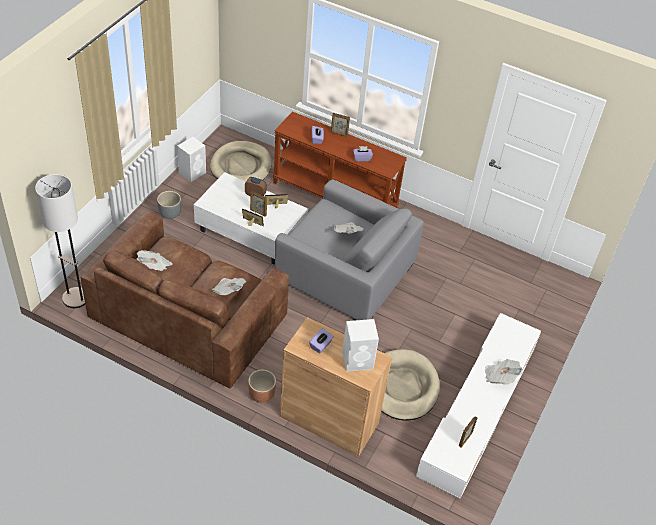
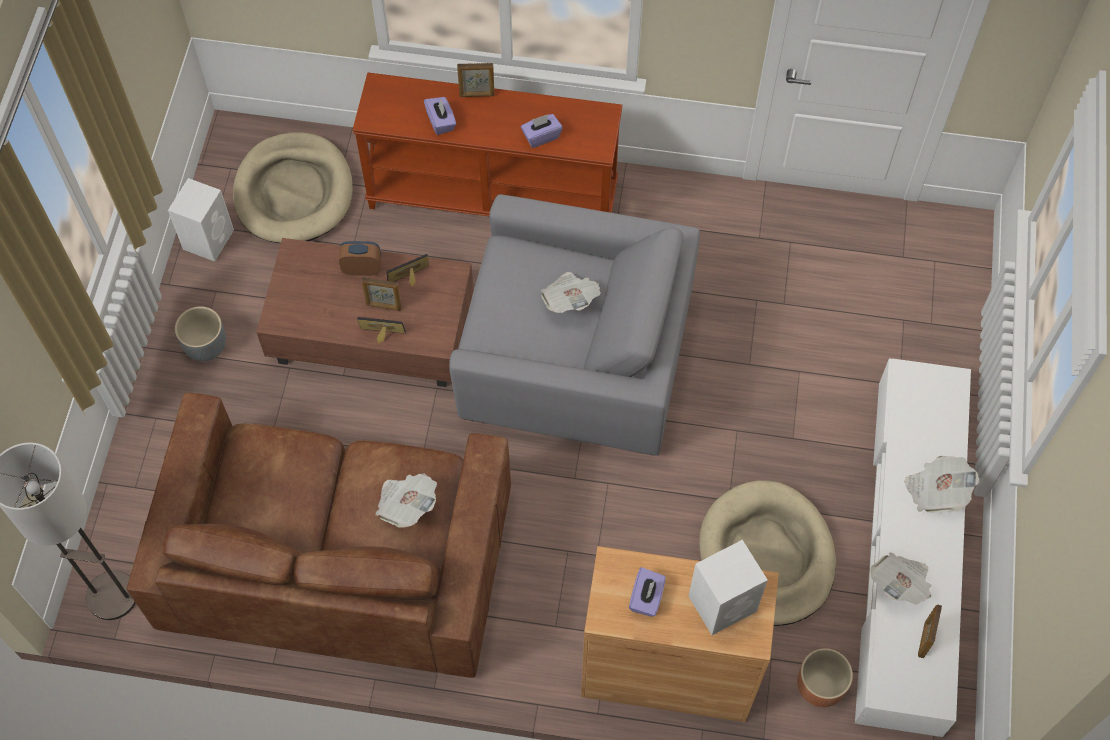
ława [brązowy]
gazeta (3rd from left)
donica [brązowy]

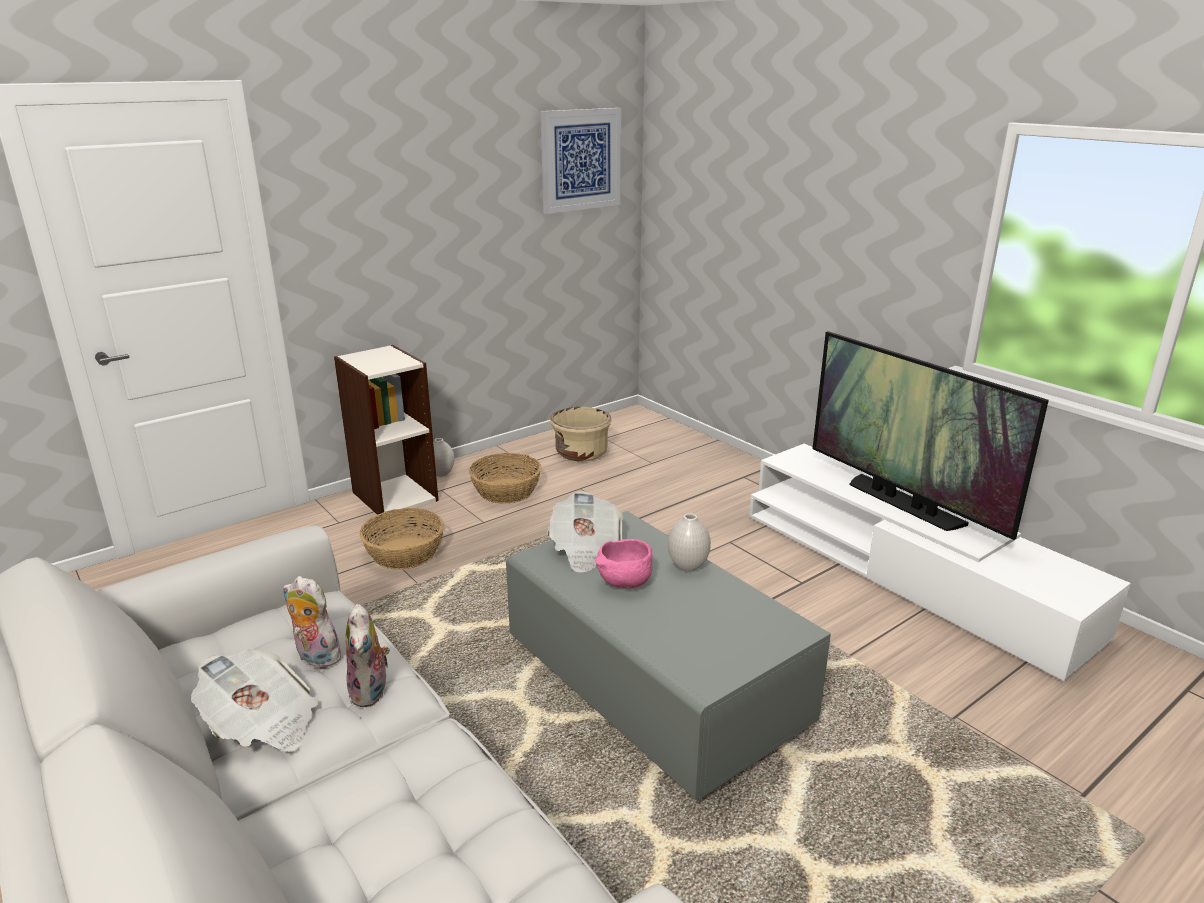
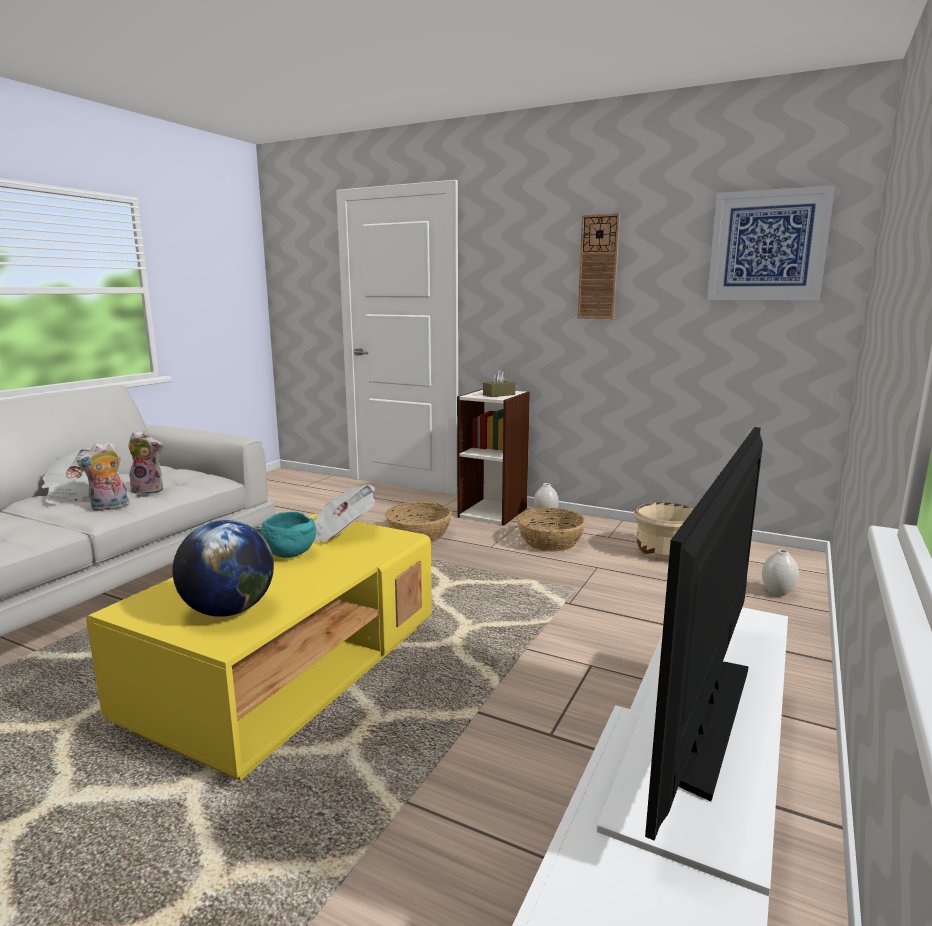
ława [żółty]
wazon [biały] (2nd from left)
miska [turkusowy]
pluszak (2nd from left)
zegar ścienny
pudełko chusteczek [brązowy]
globus

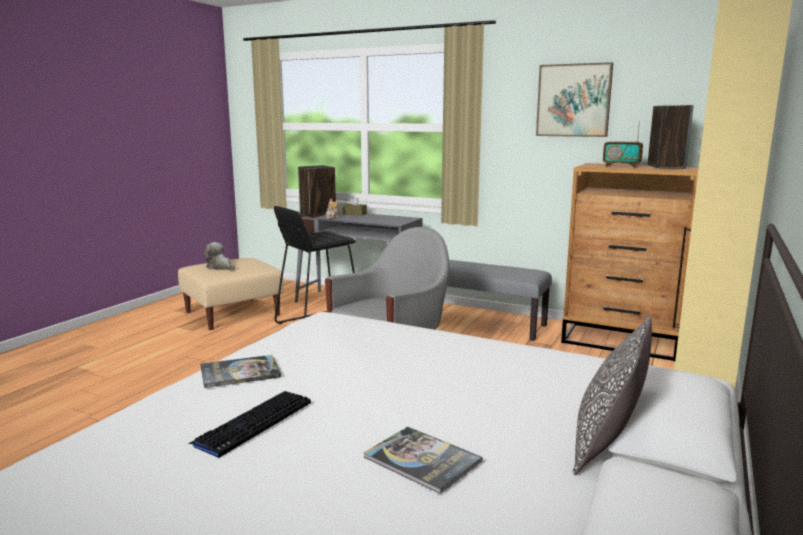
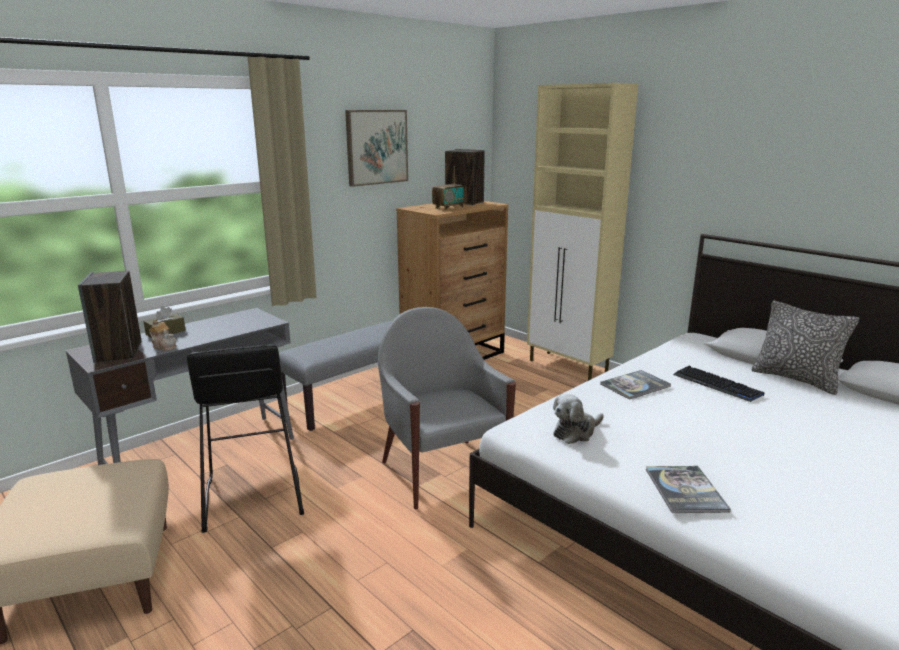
pluszak
klawiatura
książka (1st from left)

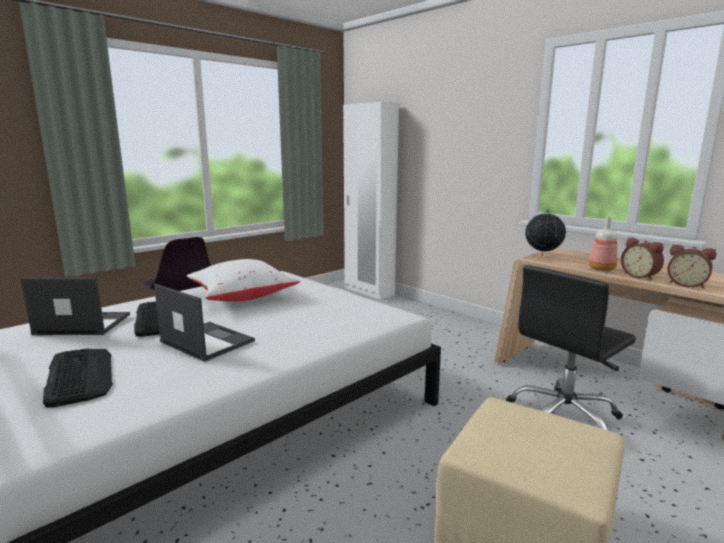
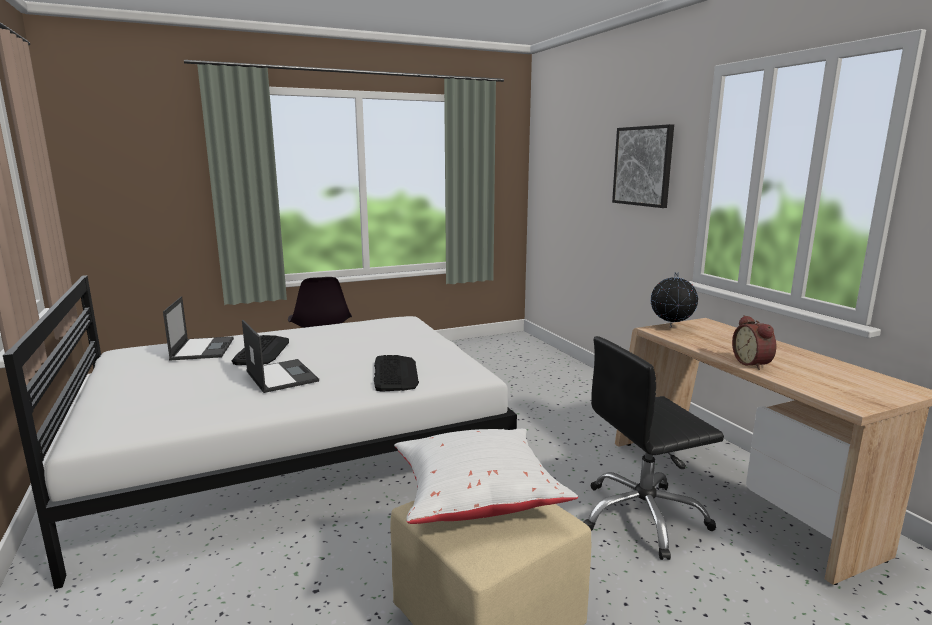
szafa [biały]
butelka
budzik (2nd from left in the first image)
poduszka [biały]
laptop (1st from left)
klawiatura (2nd from left)
obraz

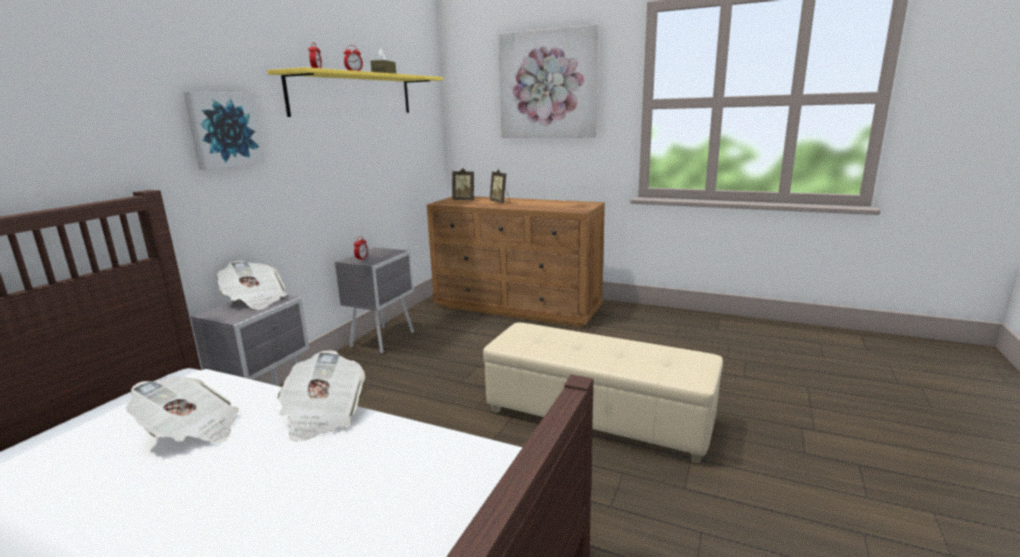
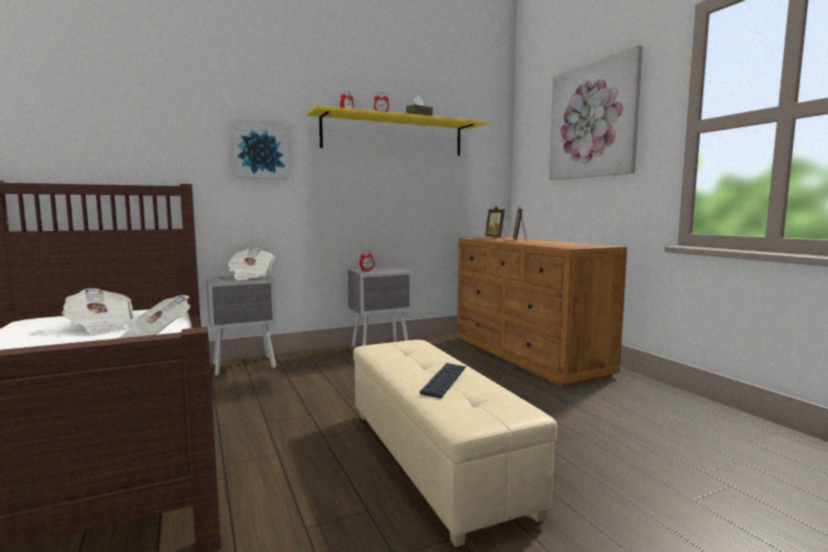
klawiatura

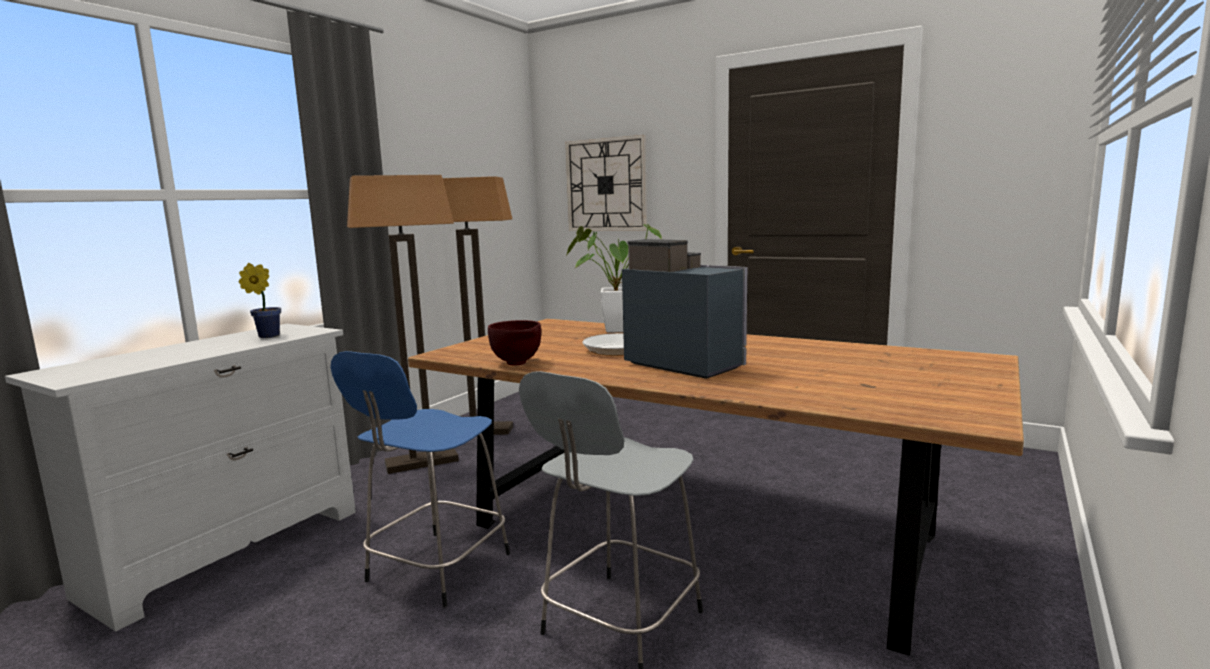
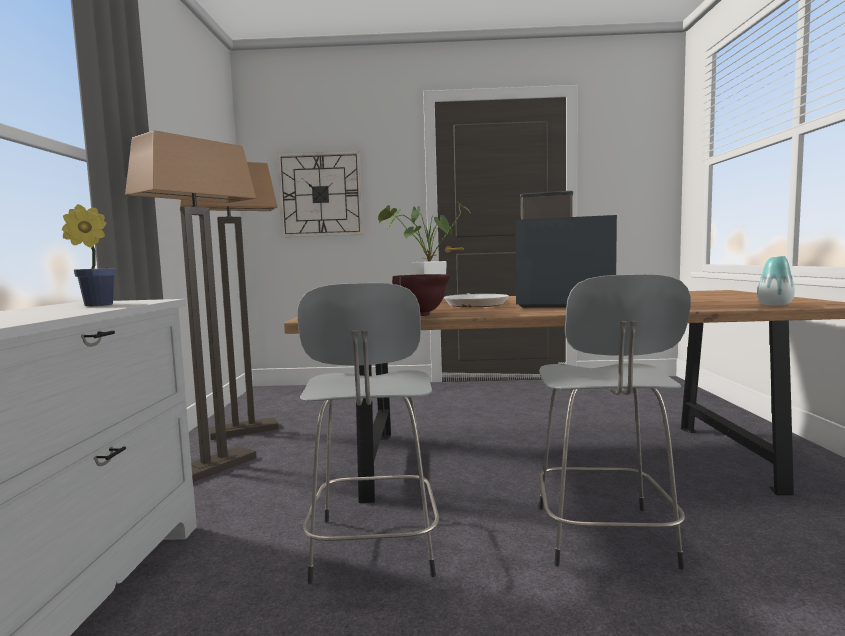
stołek [szary] (1st from left)
wazon

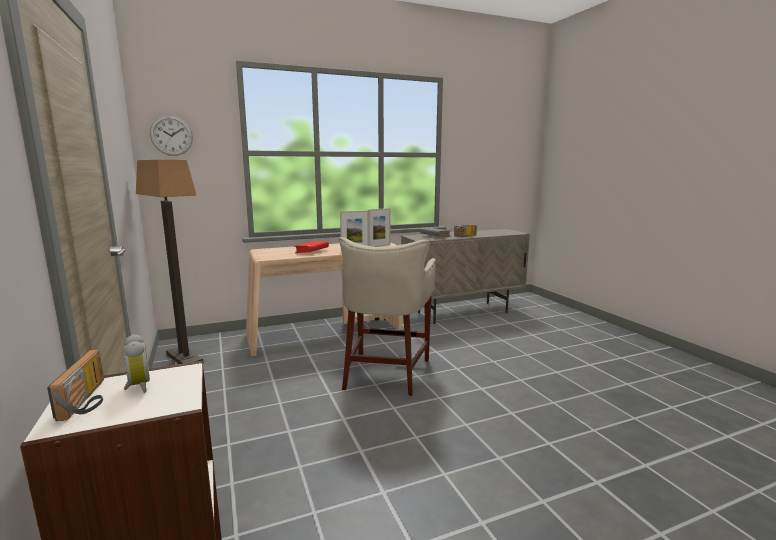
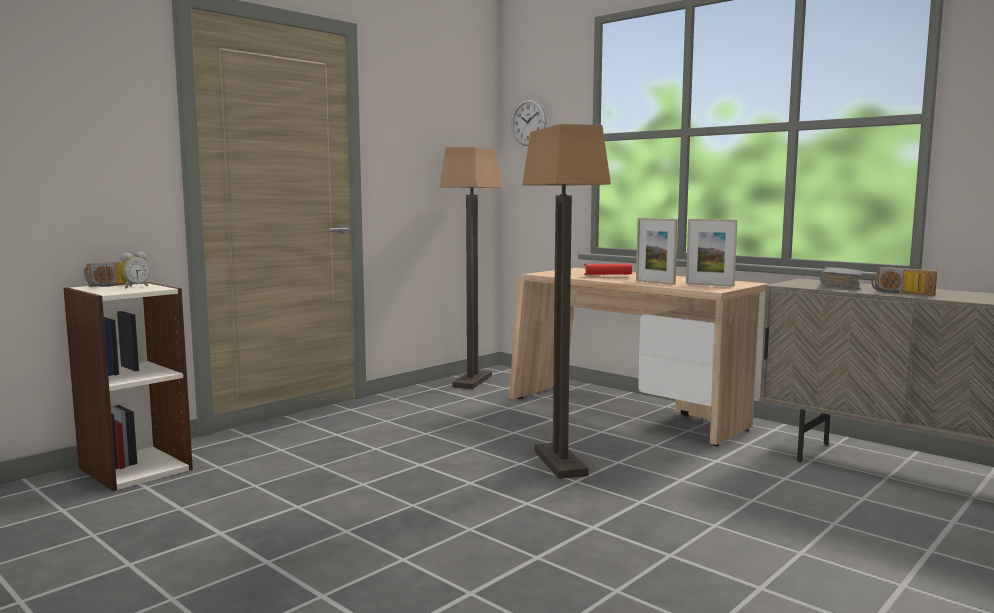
lampa stojąca (2nd from left)

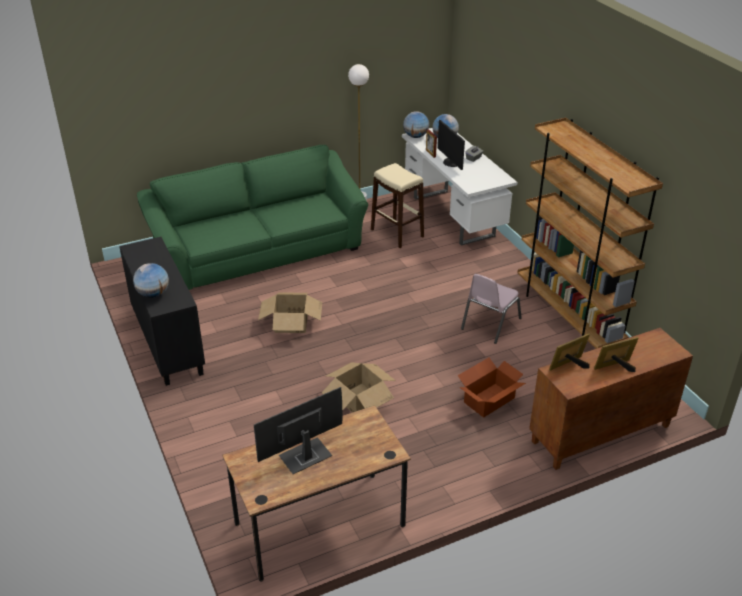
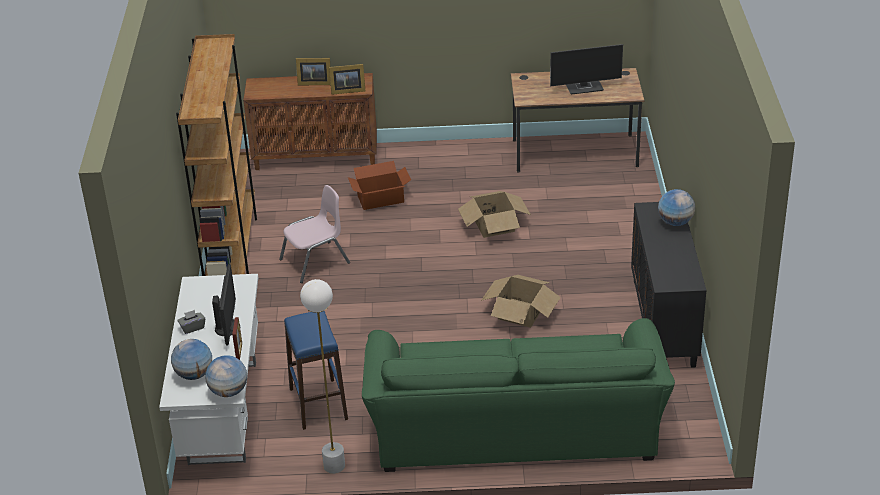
stołek [niebieski]

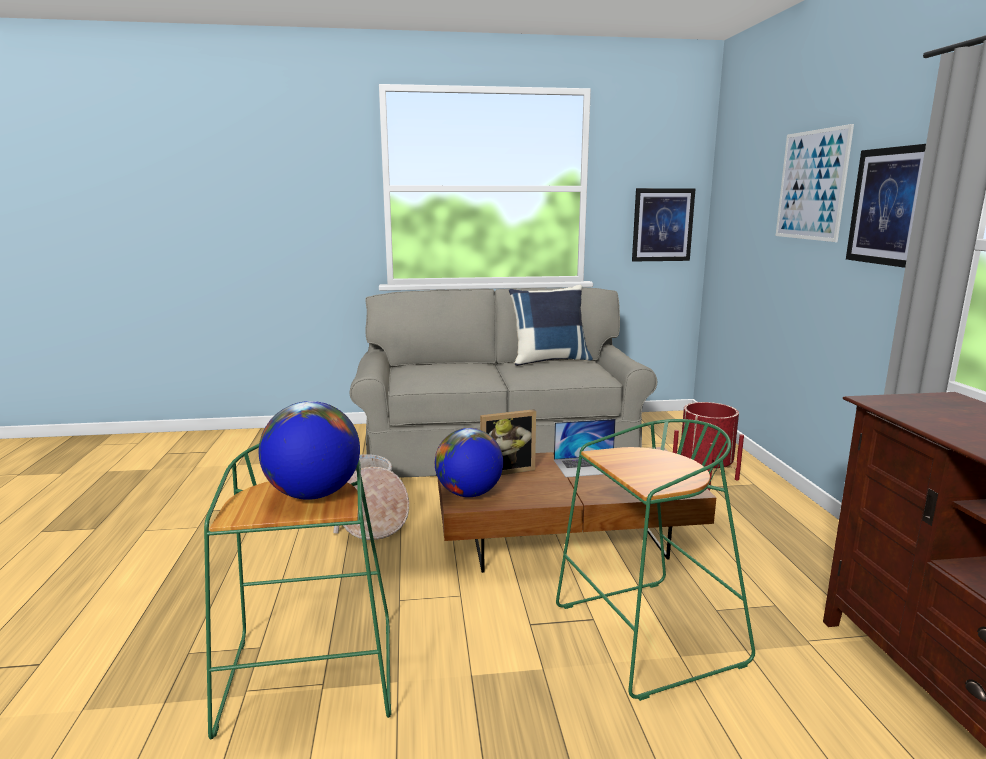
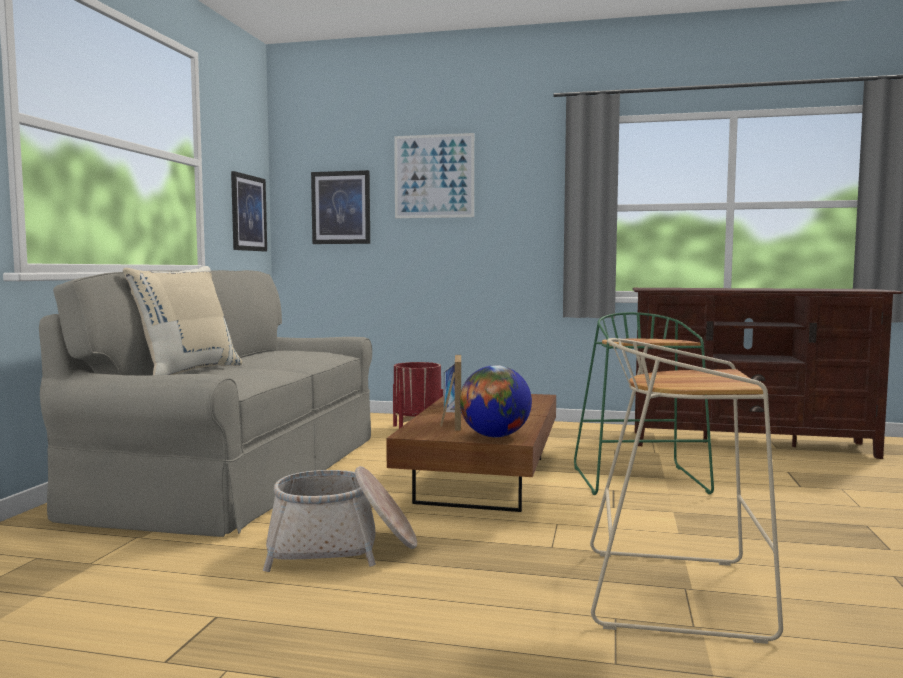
obraz (2nd from left)
poduszka [niebieski]
globus (1st from left in the first image)
stołek [beżowy]
poduszka [beżowy]

